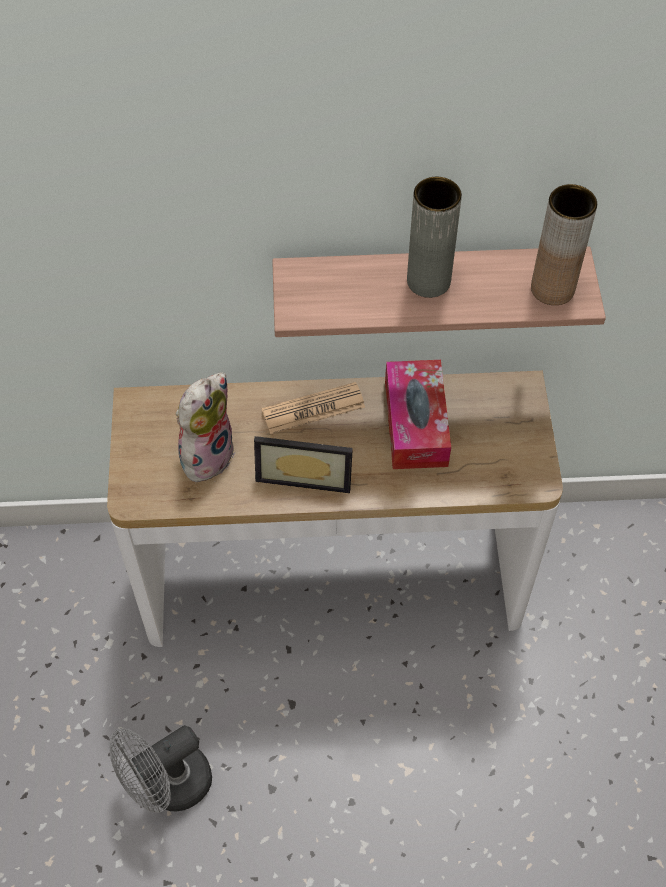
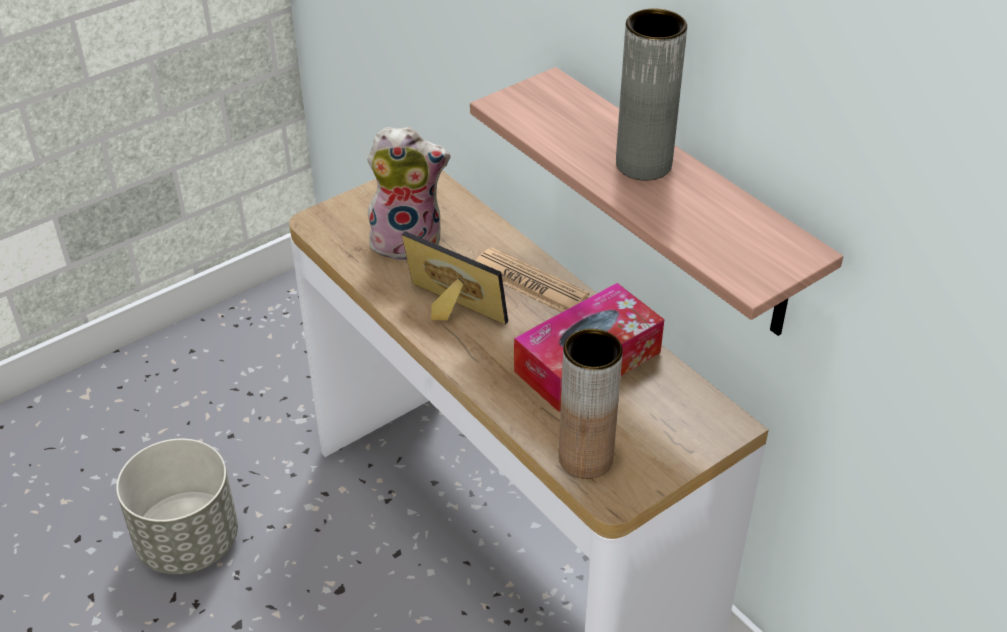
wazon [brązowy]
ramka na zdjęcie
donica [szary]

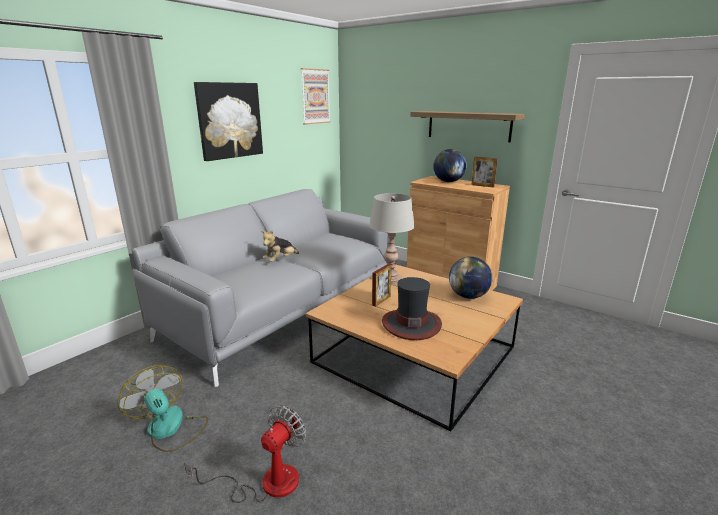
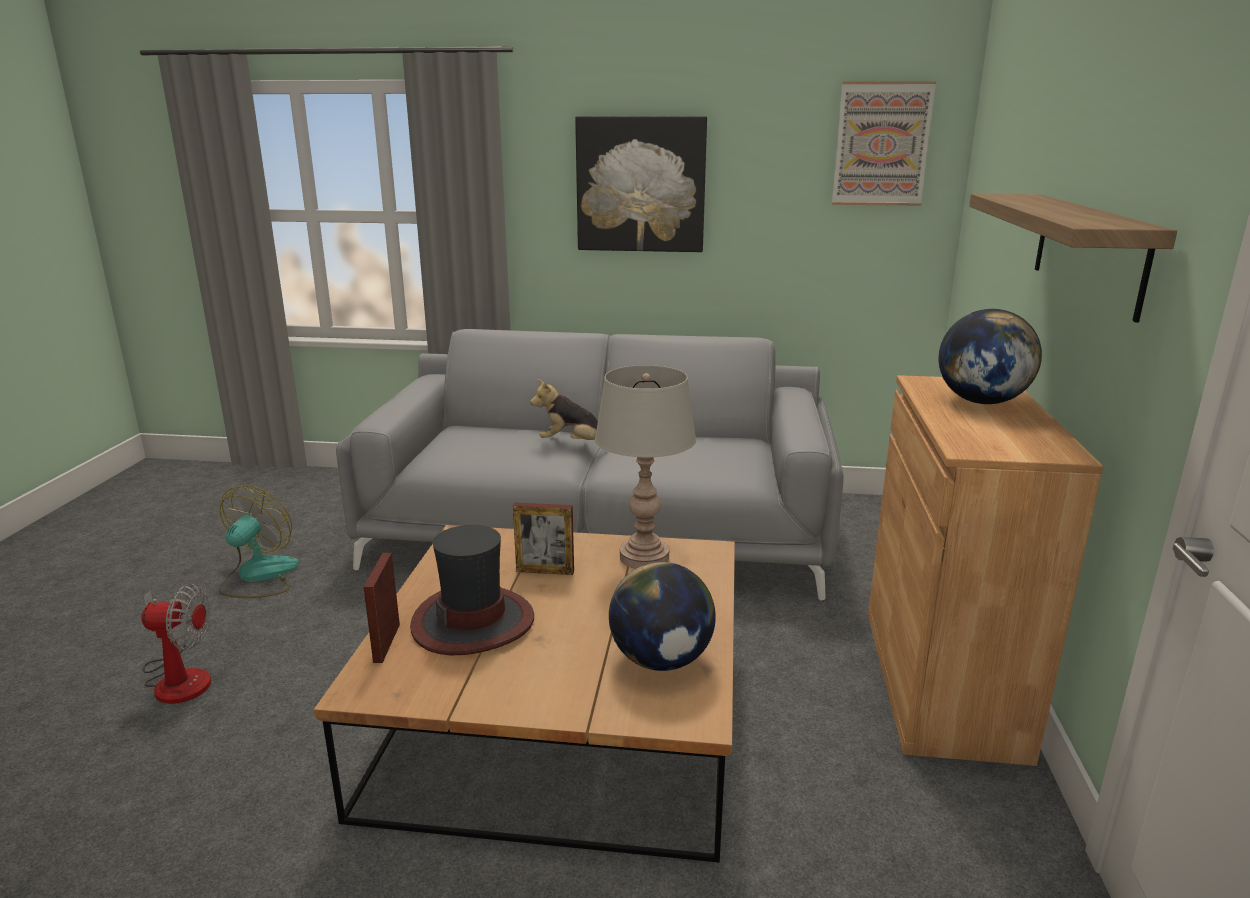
ramka na zdjęcie (1st from left)

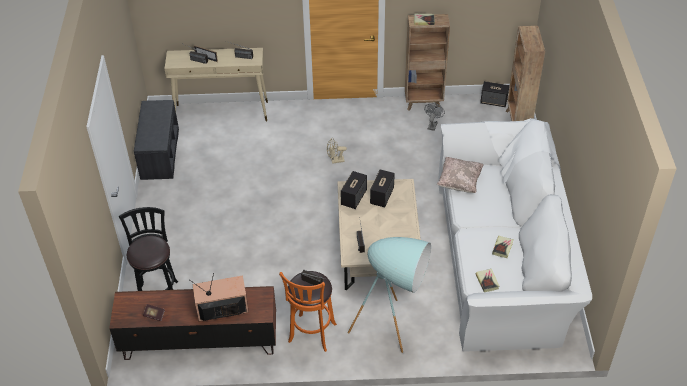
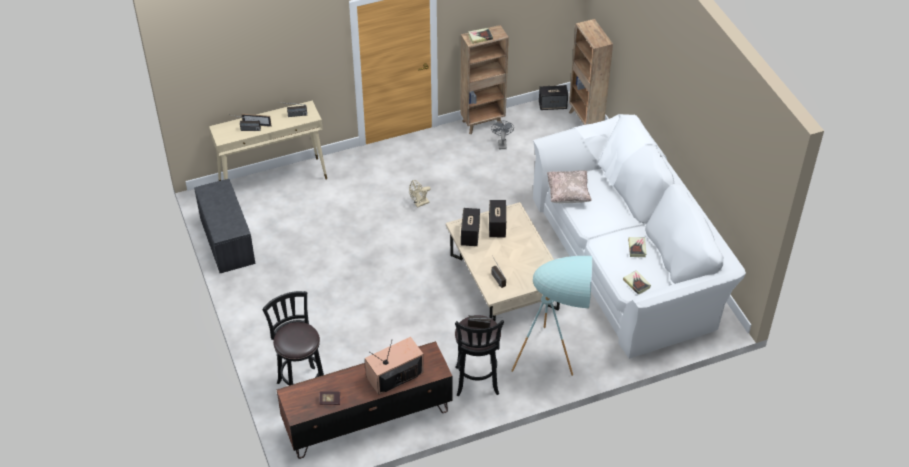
stołek [czarny] (2nd from left)

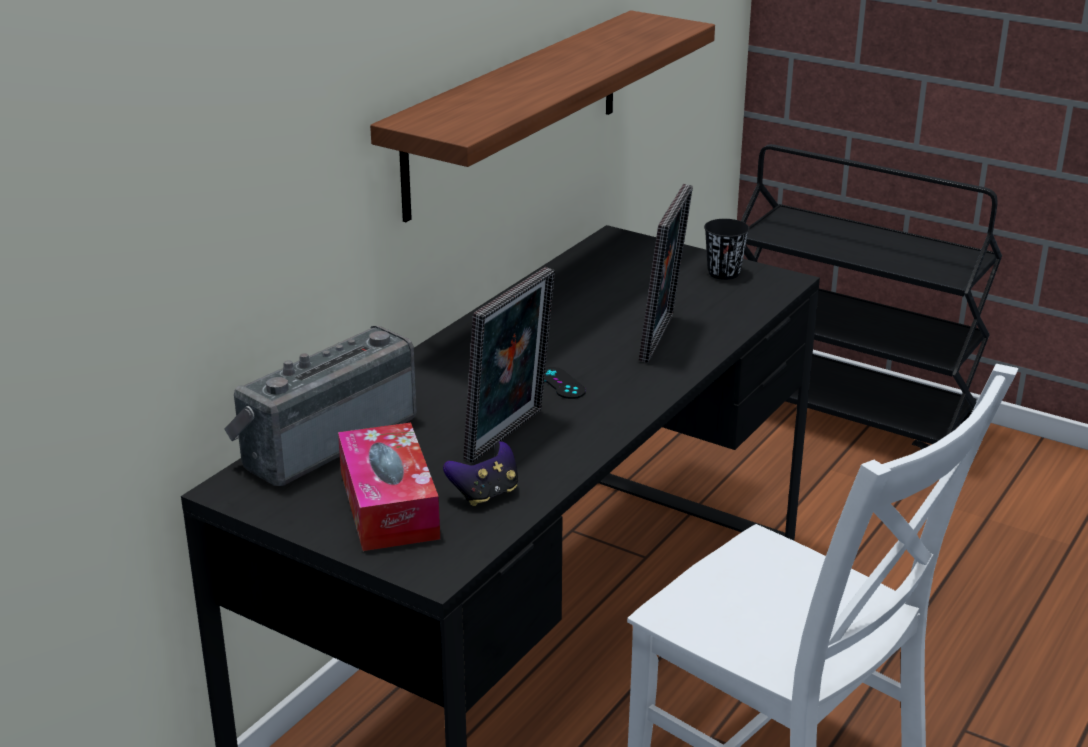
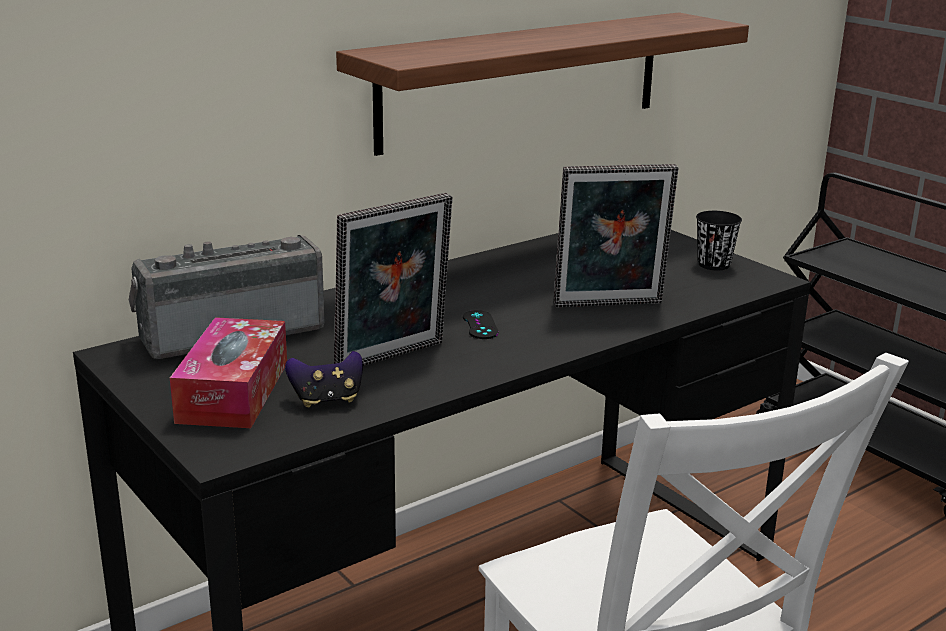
ramka na zdjęcie (2nd from left)

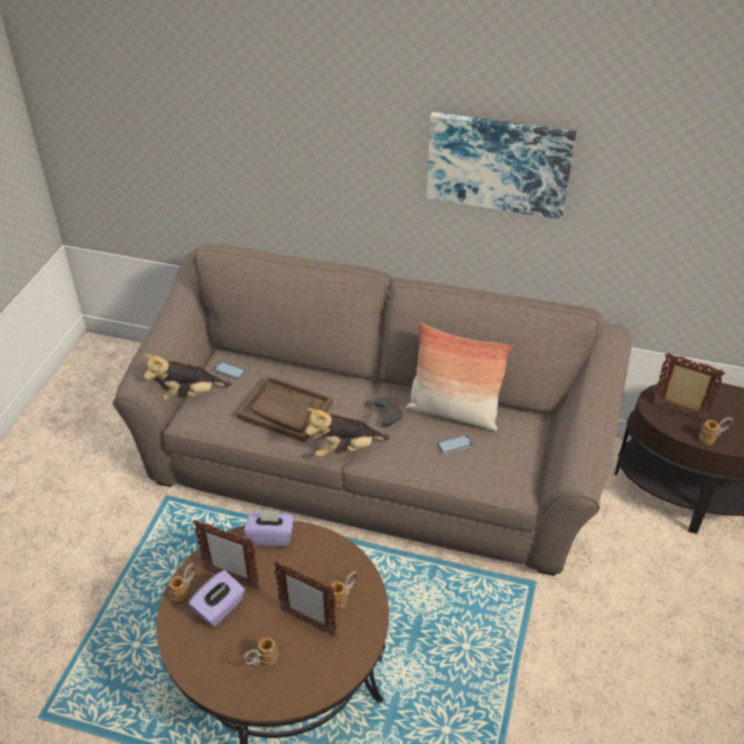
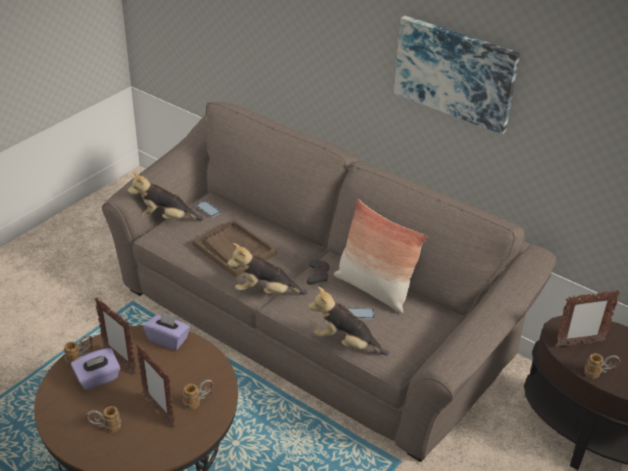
ramka na zdjęcie (3rd from left)
pluszak (3rd from left)

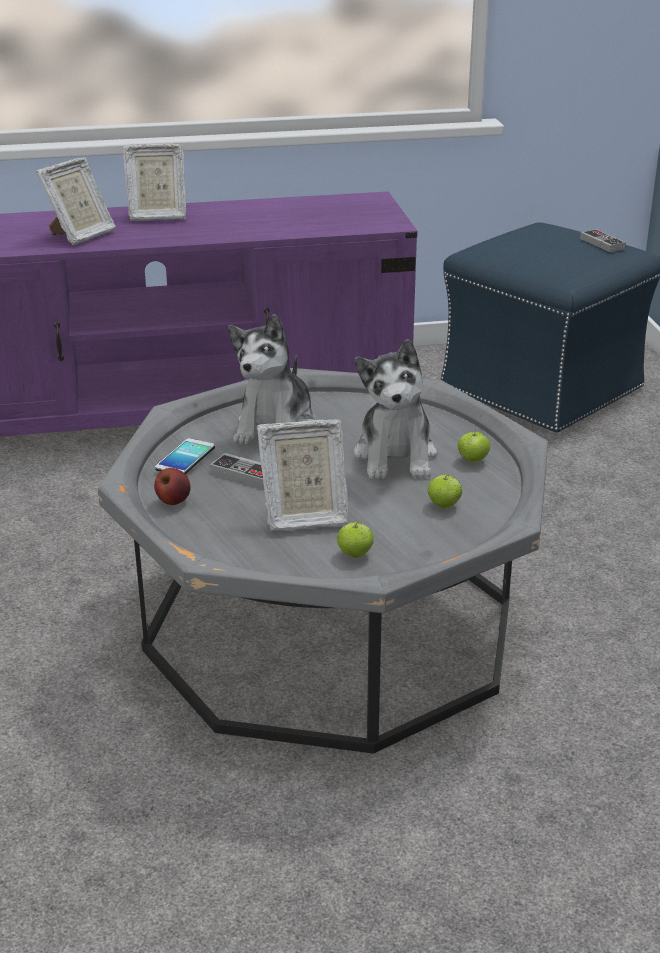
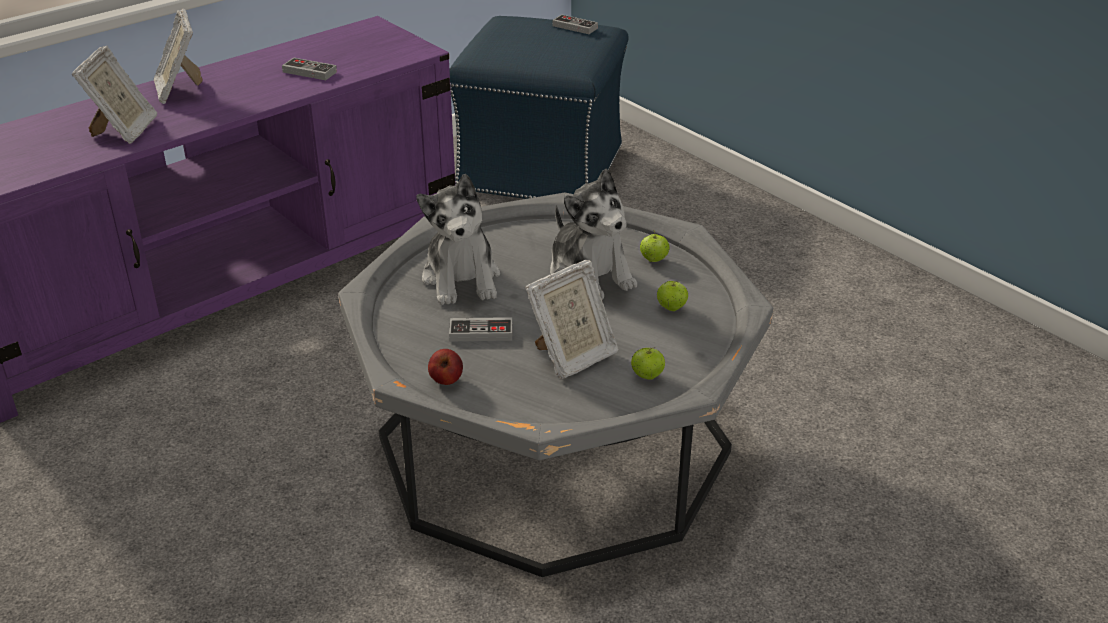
ramka na zdjęcie (2nd from left)
telefon
pad do gier (1st from left)

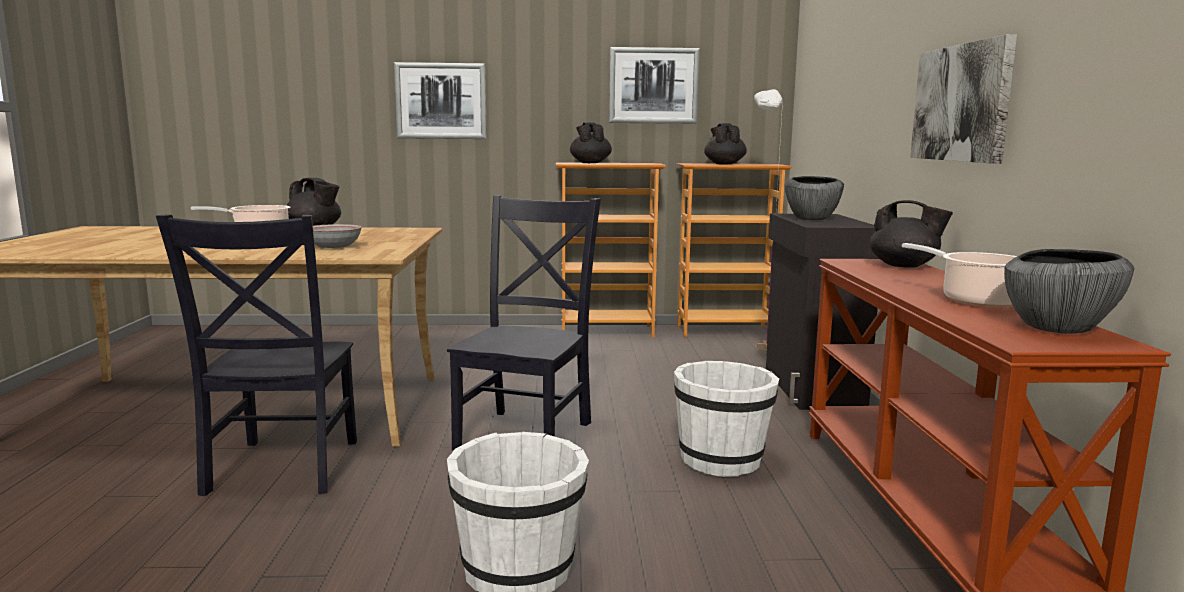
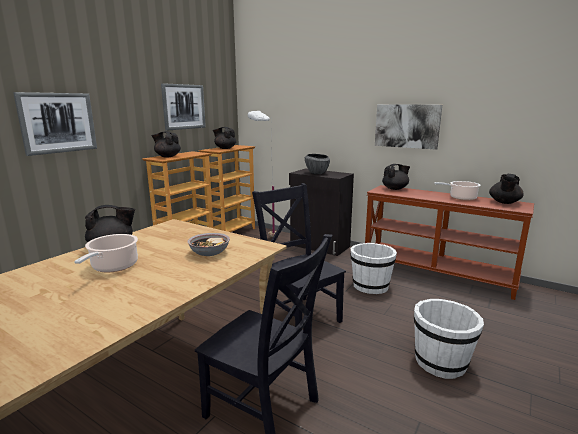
imbryk [czarny] (5th from left)

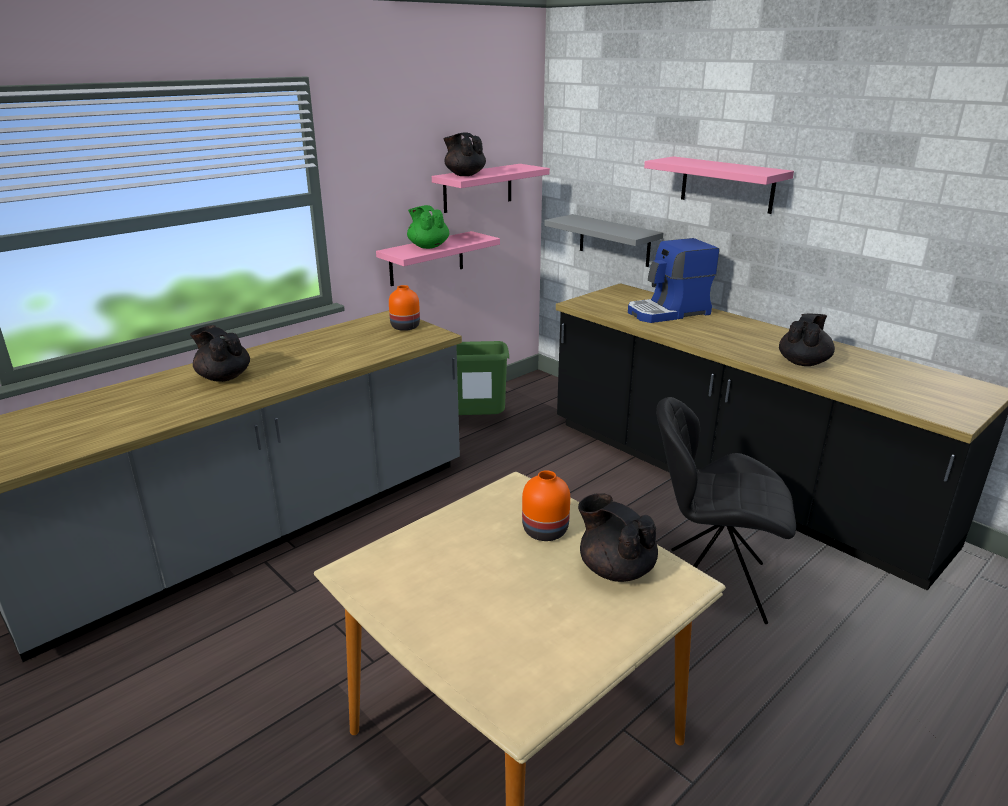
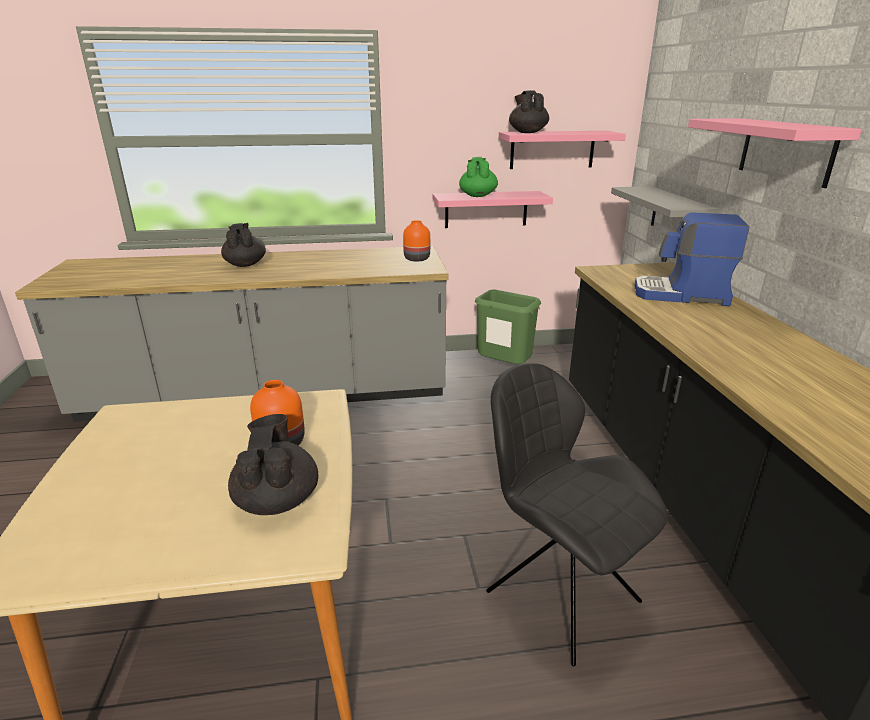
imbryk [czarny] (4th from left in the first image)

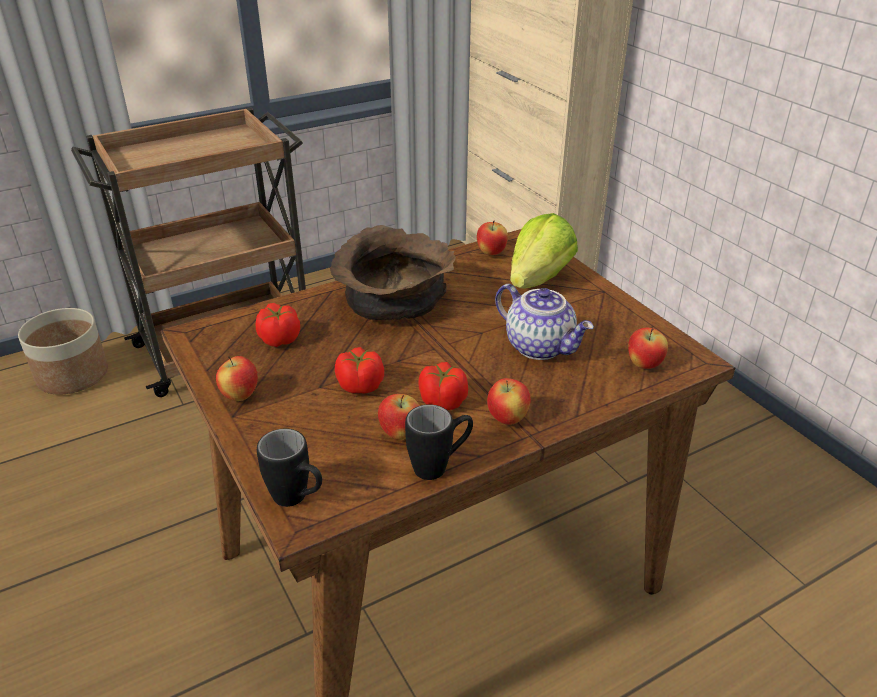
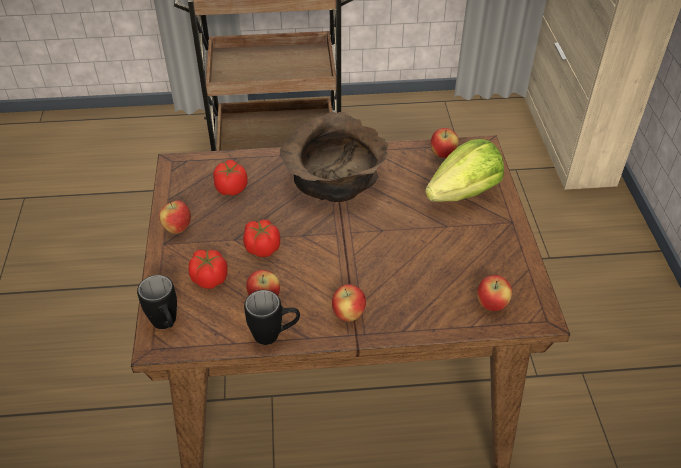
imbryk
donica
pomidor (1st from left)

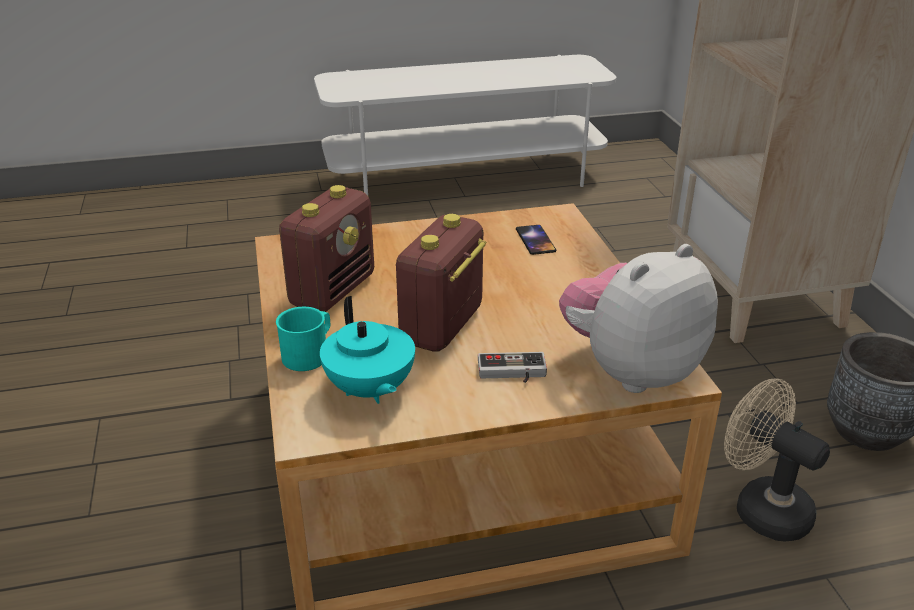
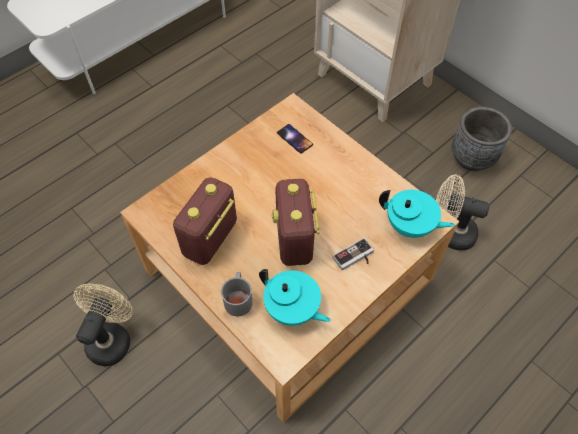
radio (1st from left)
imbryk [turkusowy] (2nd from left)
kubek [szary]
wentylator [beżowy] (1st from left)

